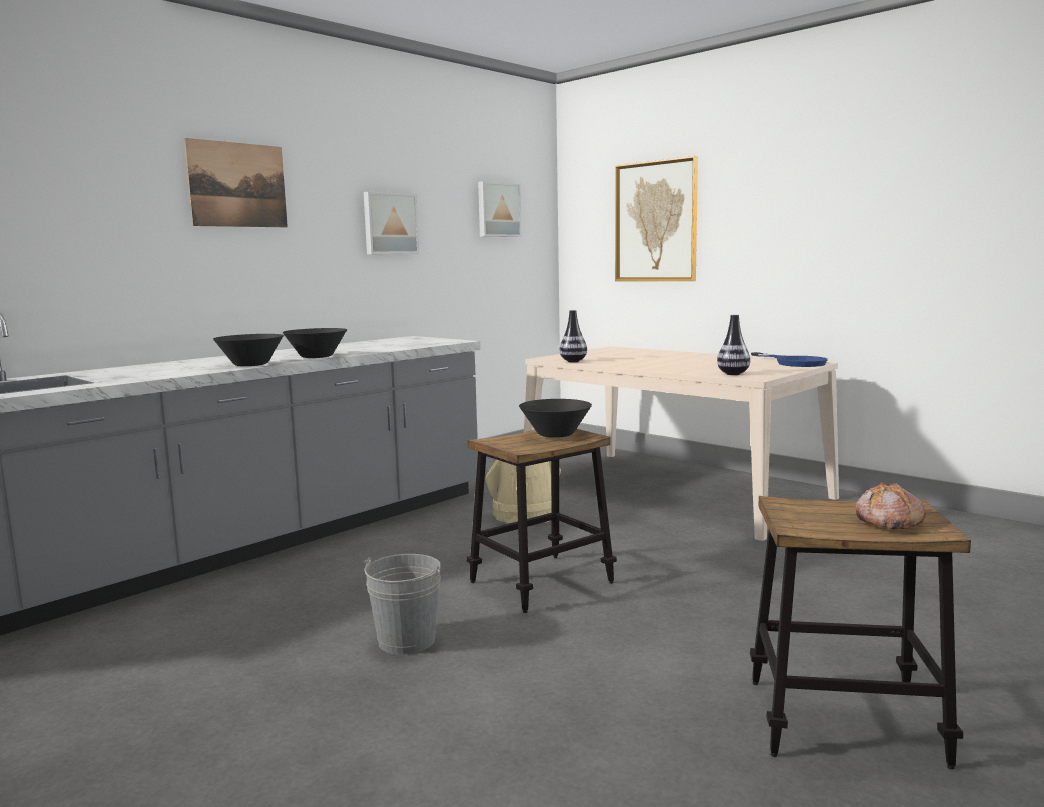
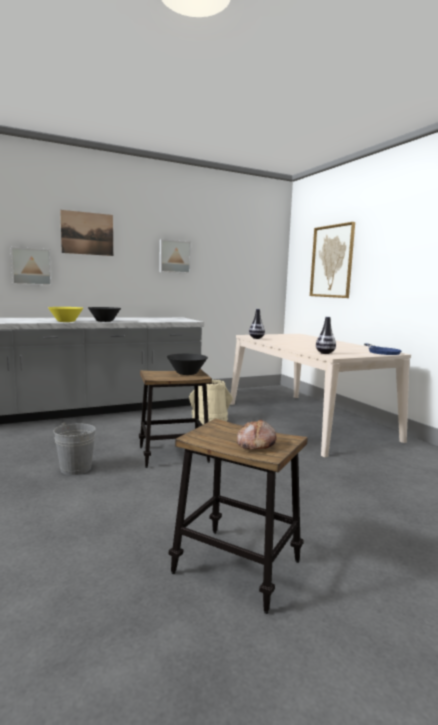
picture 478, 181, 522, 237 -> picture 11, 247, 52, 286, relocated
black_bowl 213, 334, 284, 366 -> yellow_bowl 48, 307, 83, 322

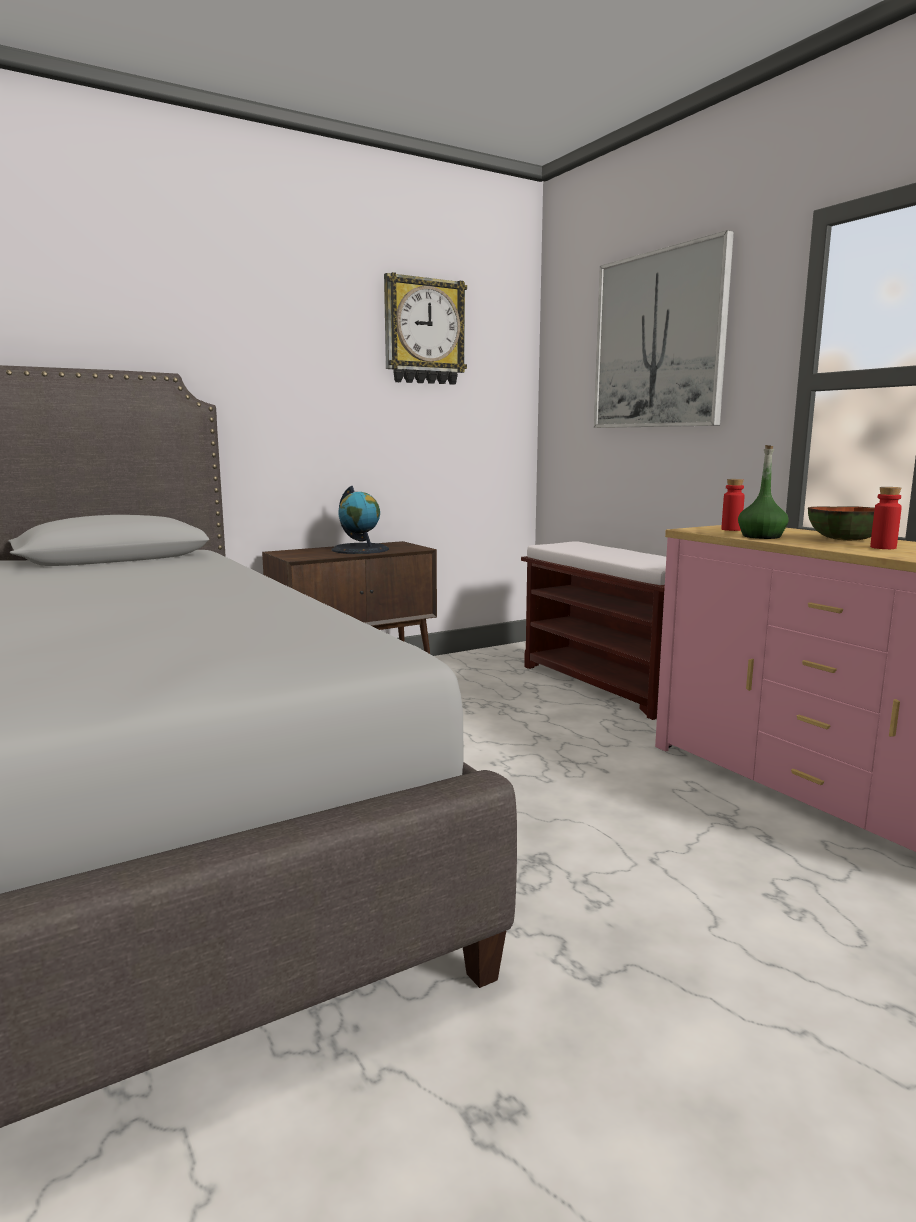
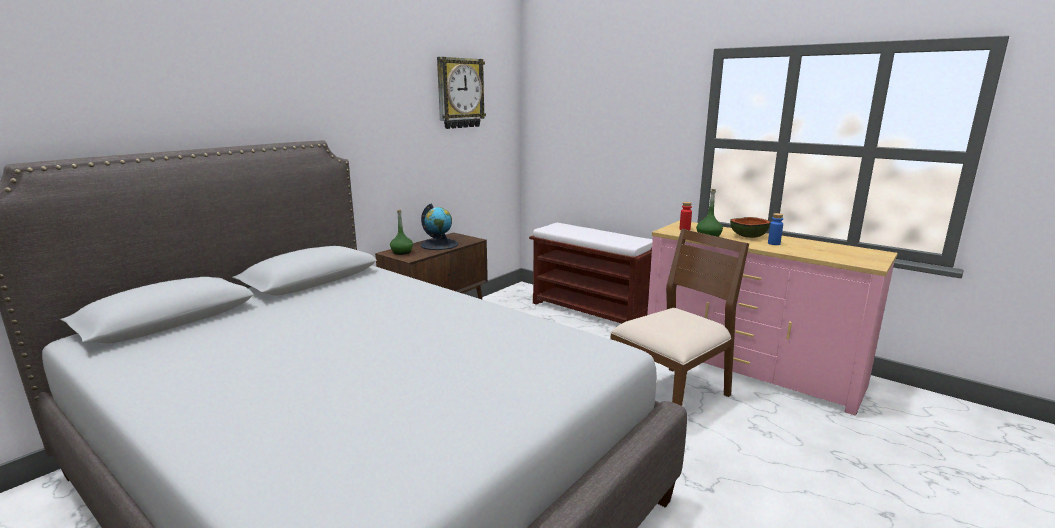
picture 594, 230, 734, 428 -> none
red_bottle 870, 487, 902, 549 -> blue_bottle 768, 213, 783, 245
none -> green_bottle 390, 209, 413, 255
none -> brown_chair 610, 228, 749, 406

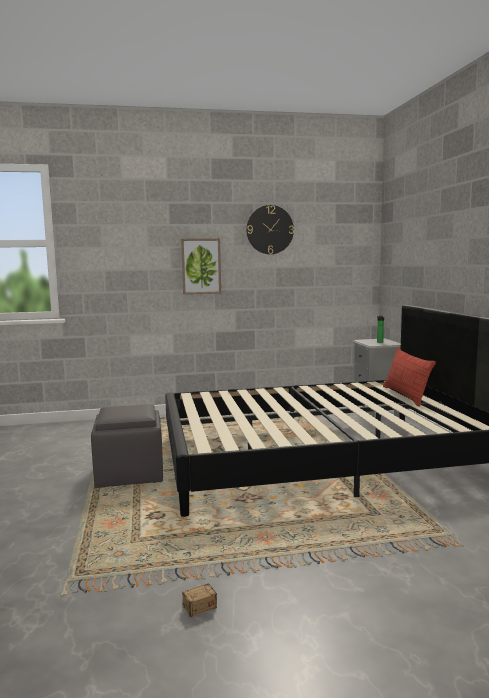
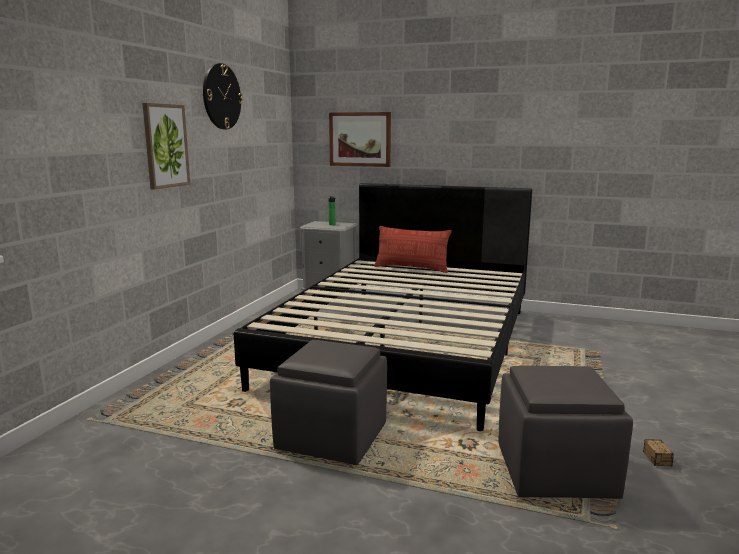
none -> picture 329, 112, 391, 167
none -> grey_ottoman 499, 366, 633, 499

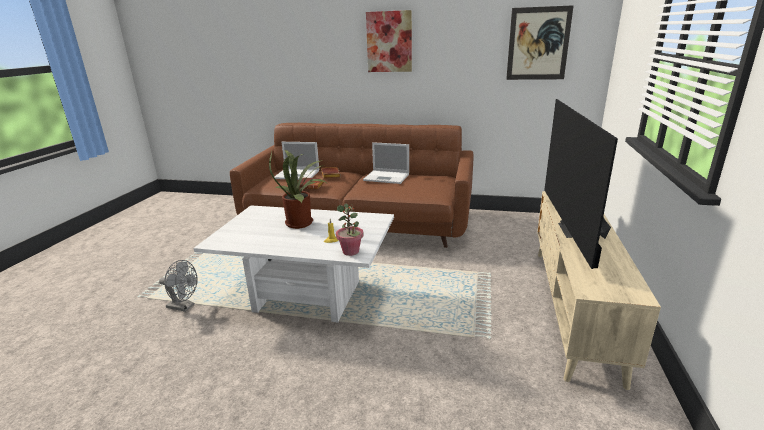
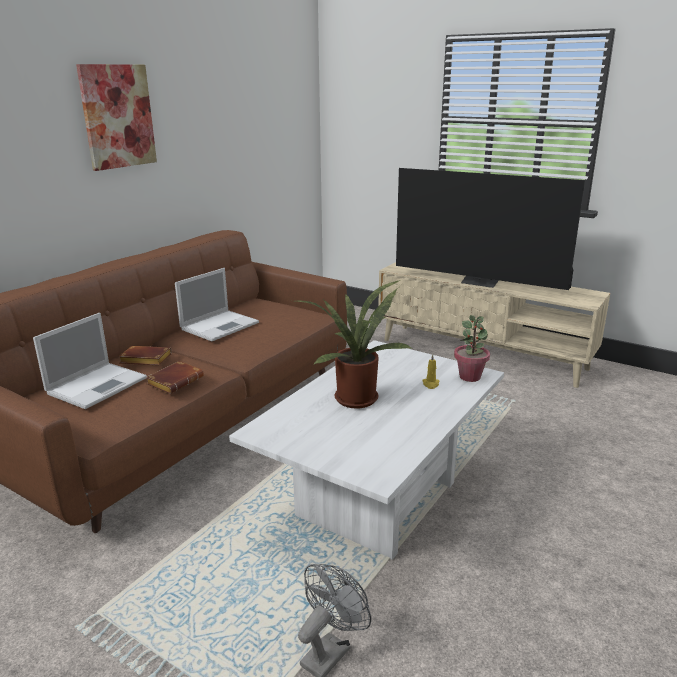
picture 506, 5, 574, 80 -> none

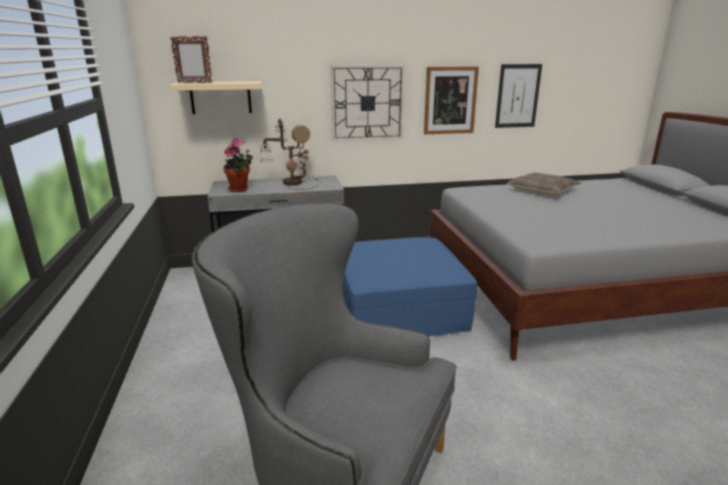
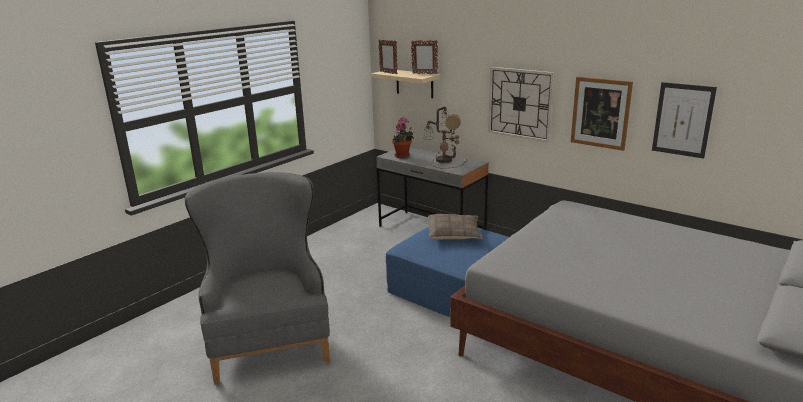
pillow 507, 173, 581, 196 -> pillow 428, 214, 483, 240, relocated
none -> picture_frame 411, 40, 438, 74

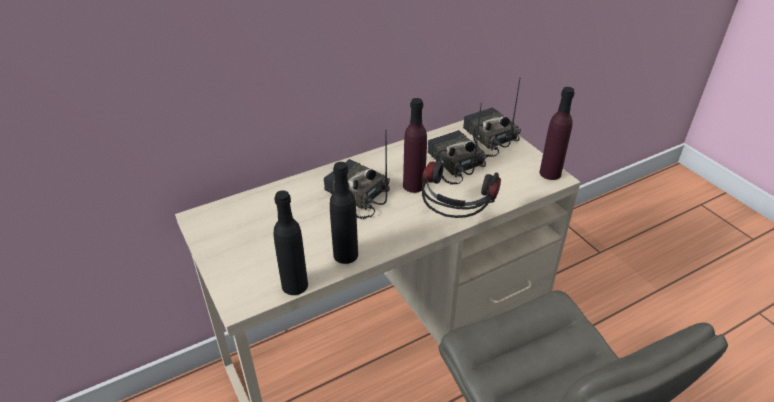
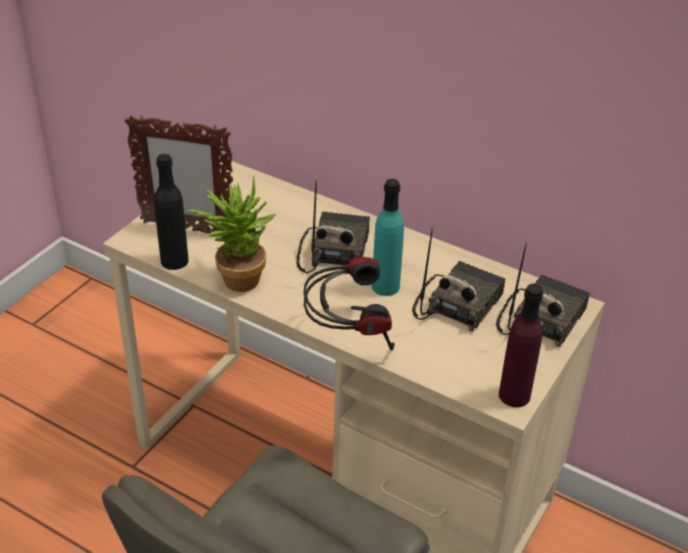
purple_bottle 403, 98, 427, 193 -> turquoise_bottle 372, 179, 404, 296
black_bottle 330, 162, 358, 264 -> potted_plant 188, 177, 276, 292
none -> picture_frame 125, 115, 233, 233

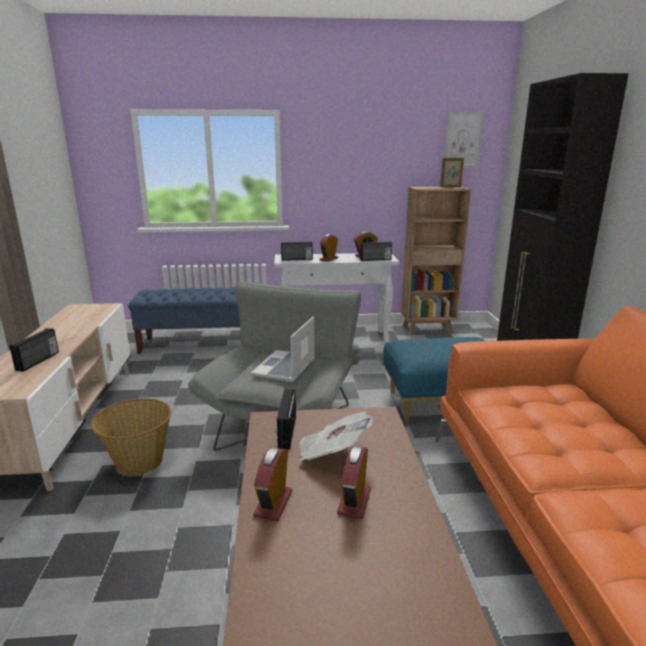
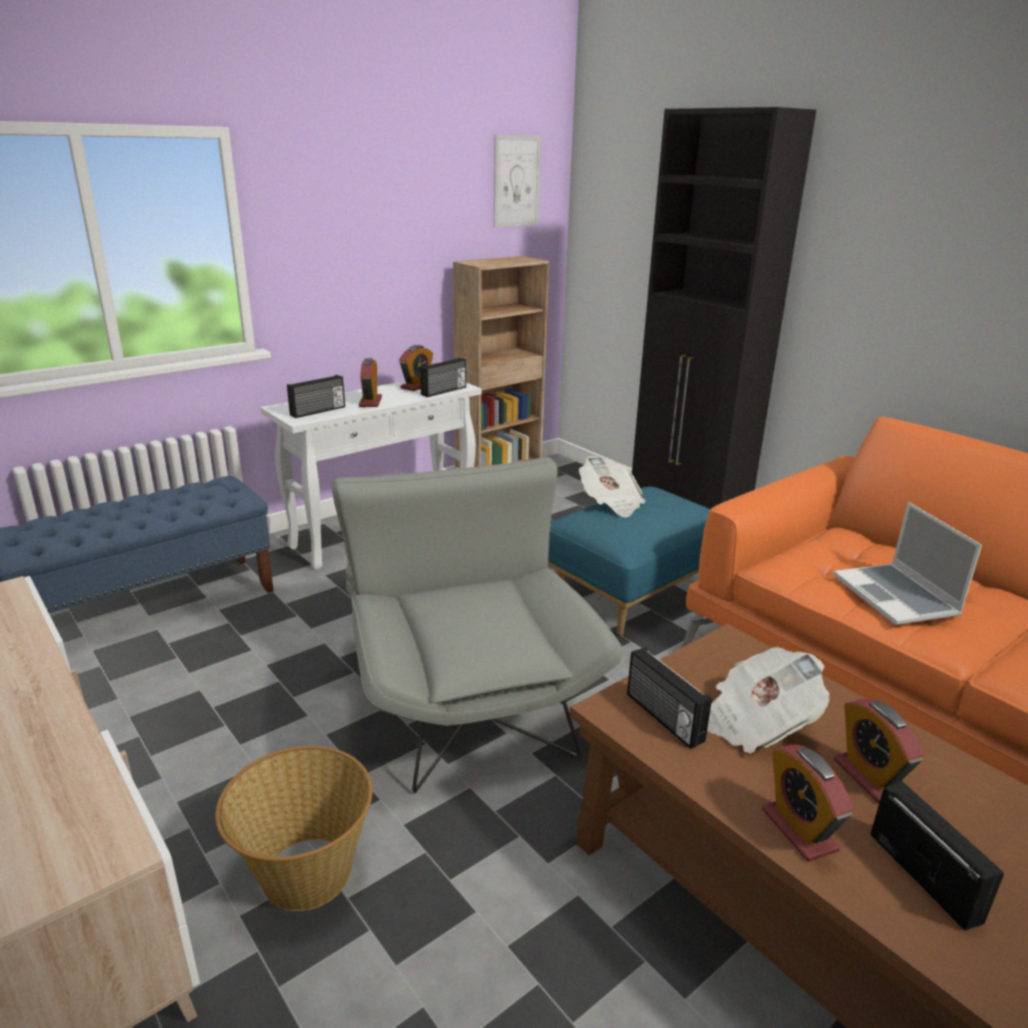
picture_frame 440, 158, 464, 187 -> none
laptop 251, 316, 315, 382 -> laptop 834, 502, 982, 625, relocated
radio 10, 328, 59, 372 -> radio 871, 781, 1004, 931, relocated
none -> newspaper 579, 456, 646, 518

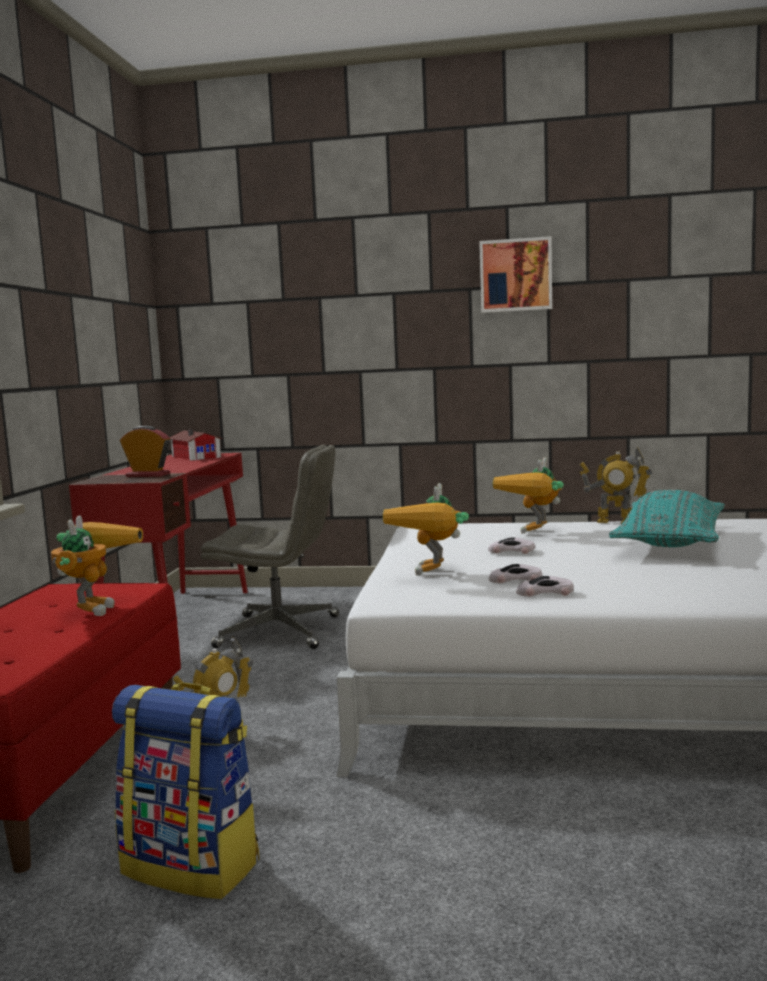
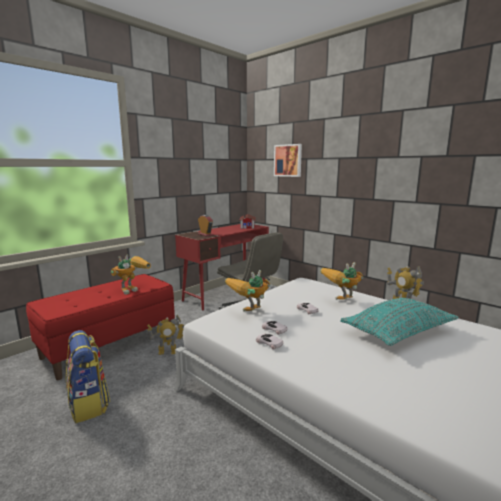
picture 479, 236, 552, 313 -> picture 274, 144, 302, 177, relocated

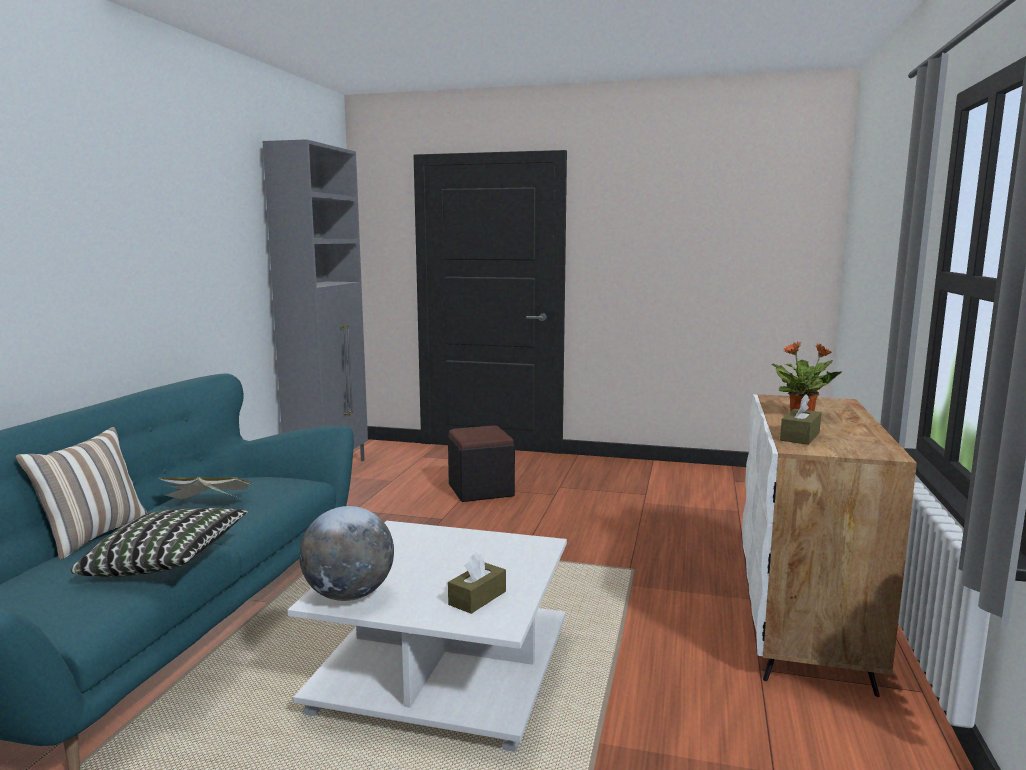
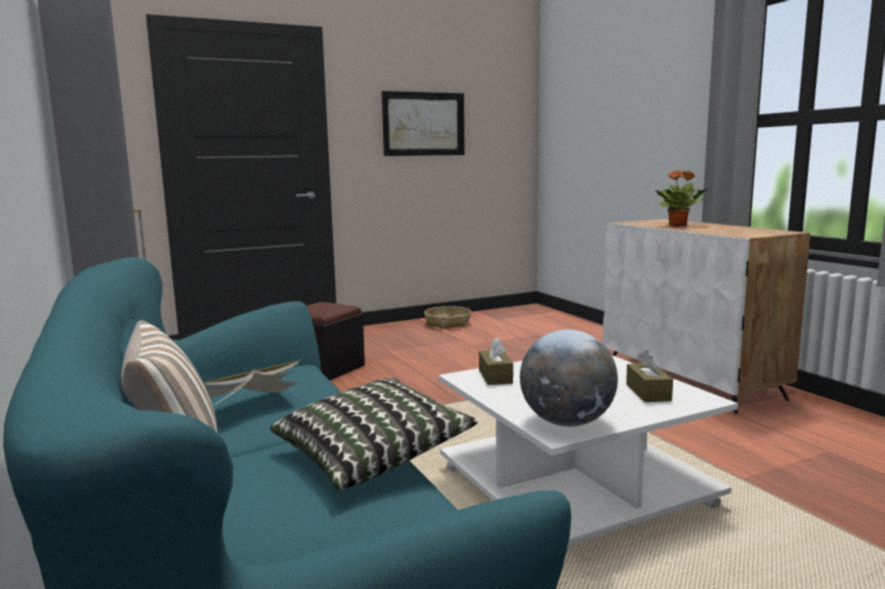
brown_tissue_box 780, 394, 821, 445 -> brown_tissue_box 479, 337, 513, 385, relocated
none -> picture 382, 91, 465, 156
none -> basket 424, 306, 471, 329

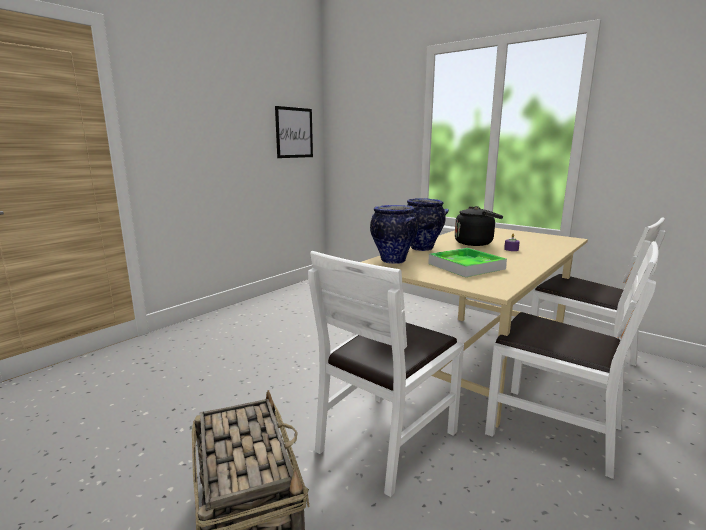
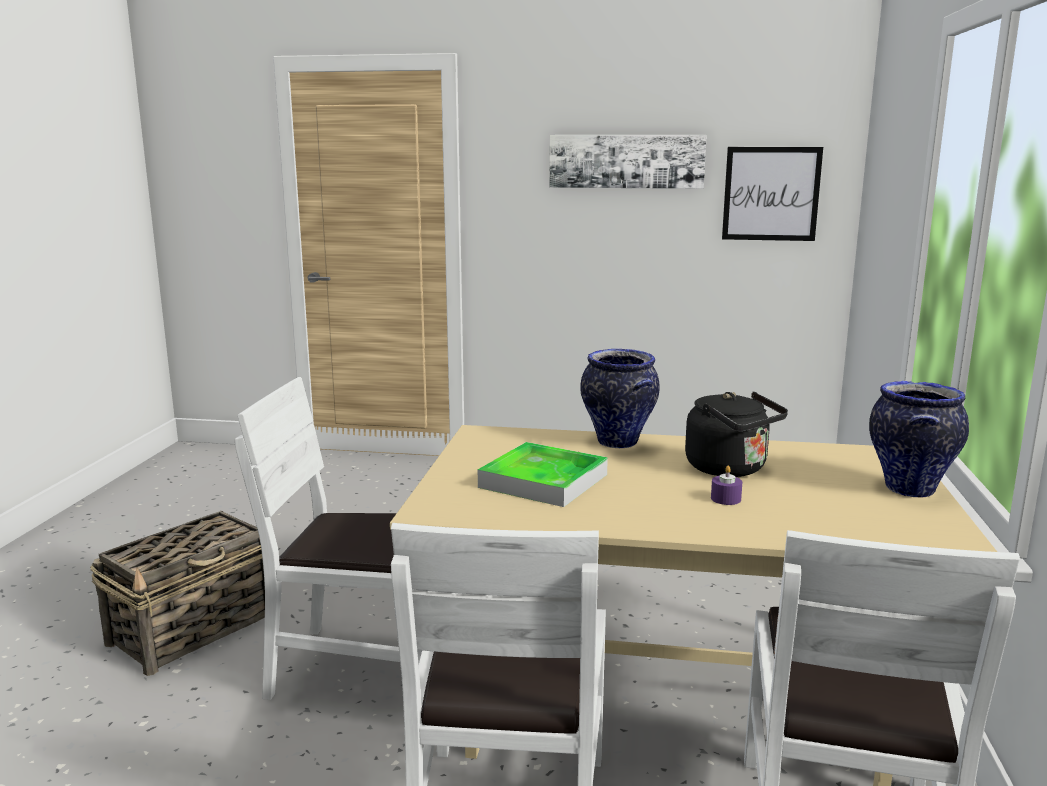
vase 370, 205, 418, 264 -> vase 869, 381, 969, 498, relocated
none -> picture 549, 135, 707, 189

